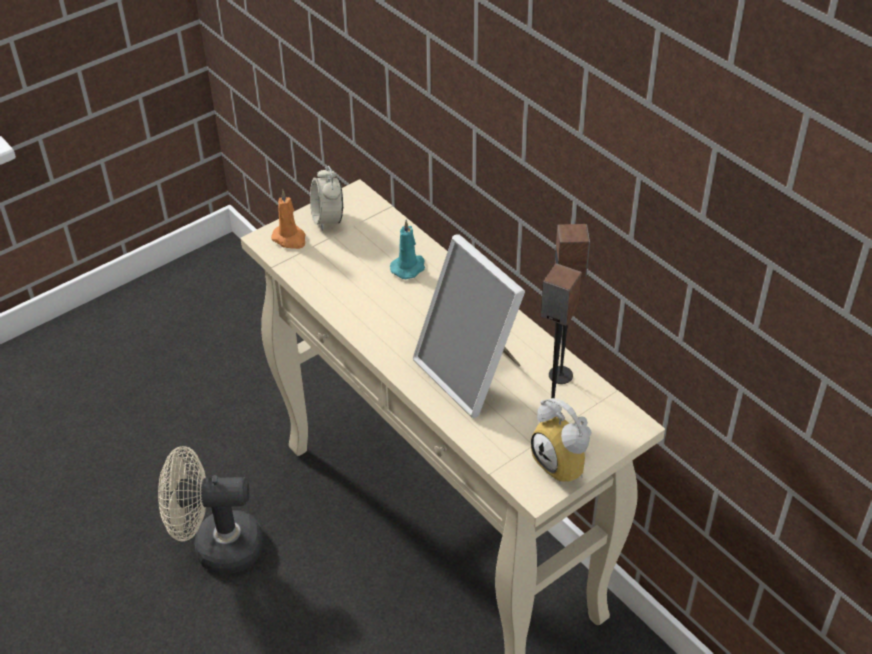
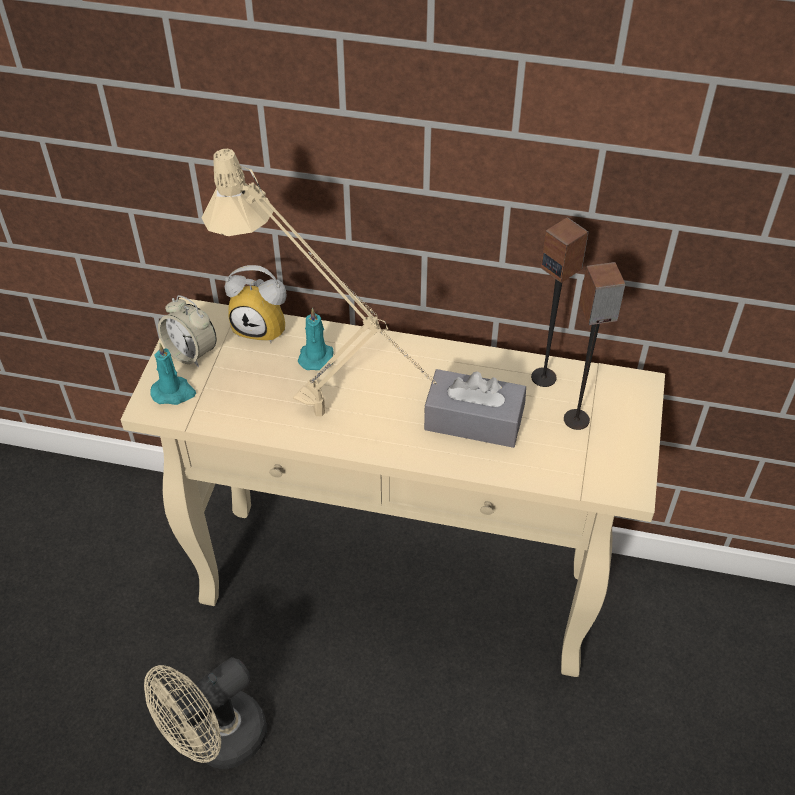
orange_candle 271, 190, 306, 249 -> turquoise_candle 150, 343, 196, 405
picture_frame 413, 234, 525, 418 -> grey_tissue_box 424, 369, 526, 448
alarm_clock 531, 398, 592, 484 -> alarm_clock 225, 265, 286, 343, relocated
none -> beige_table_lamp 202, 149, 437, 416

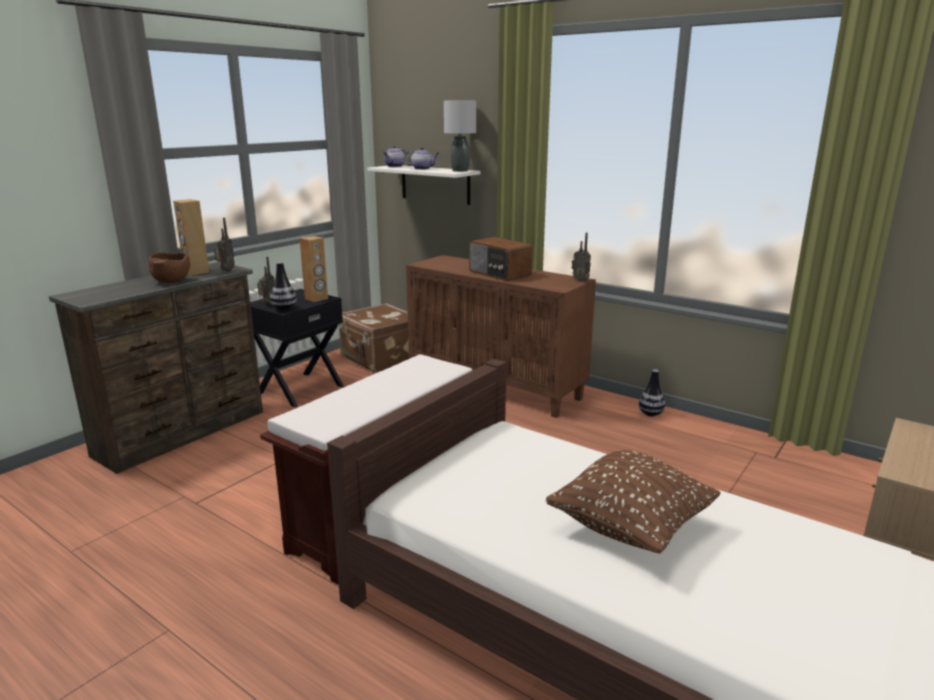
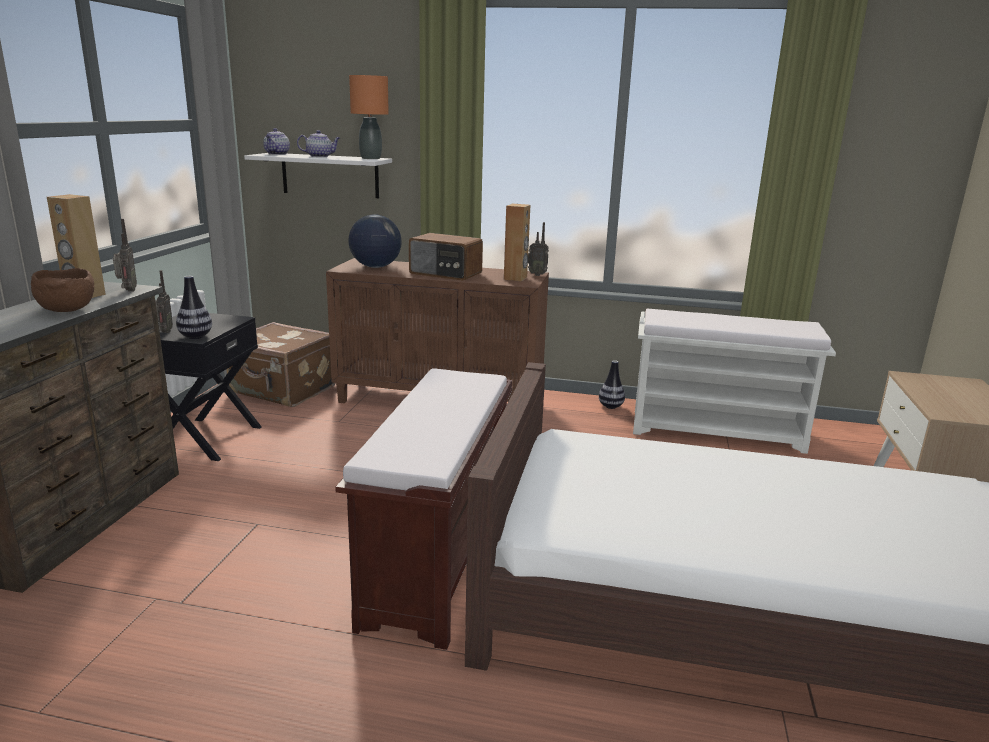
grey_table_lamp 444, 101, 476, 172 -> orange_table_lamp 349, 75, 389, 159
brown_speaker 300, 236, 328, 302 -> brown_speaker 504, 204, 530, 281, relocated
brown_pillow 545, 450, 721, 553 -> none
none -> globe 348, 214, 402, 268
none -> white_bench 633, 309, 836, 454

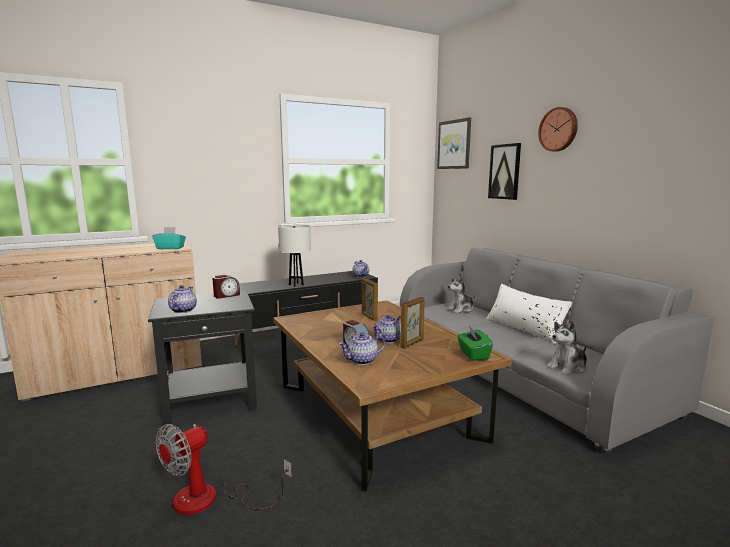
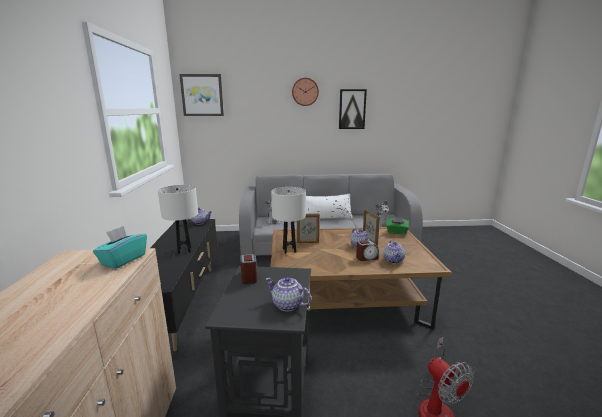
picture 488, 143, 521, 200 -> picture 339, 89, 367, 129, relocated
none -> white_table_lamp 271, 187, 306, 254

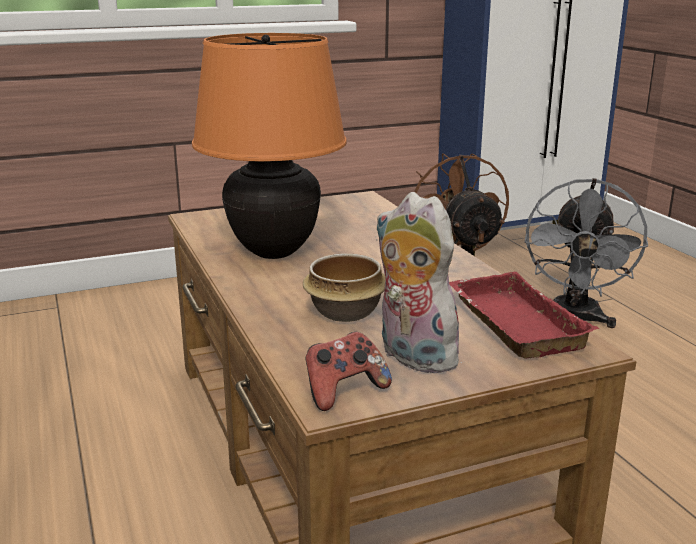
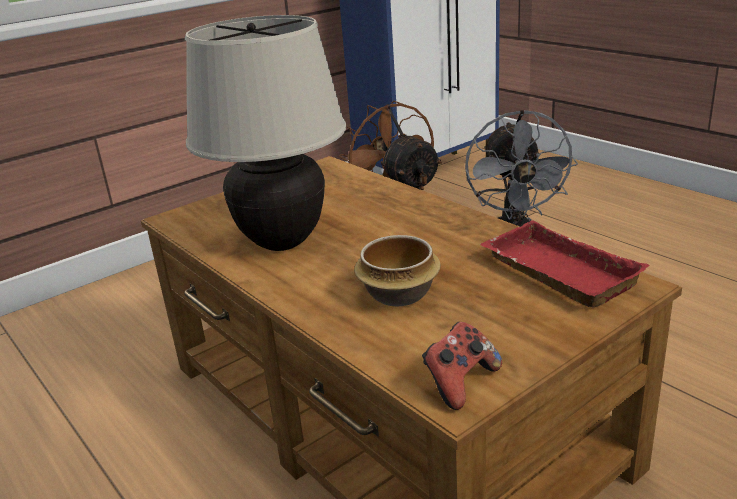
orange_table_lamp 192, 33, 347, 259 -> beige_table_lamp 185, 15, 346, 251
plush_toy 375, 192, 469, 374 -> none

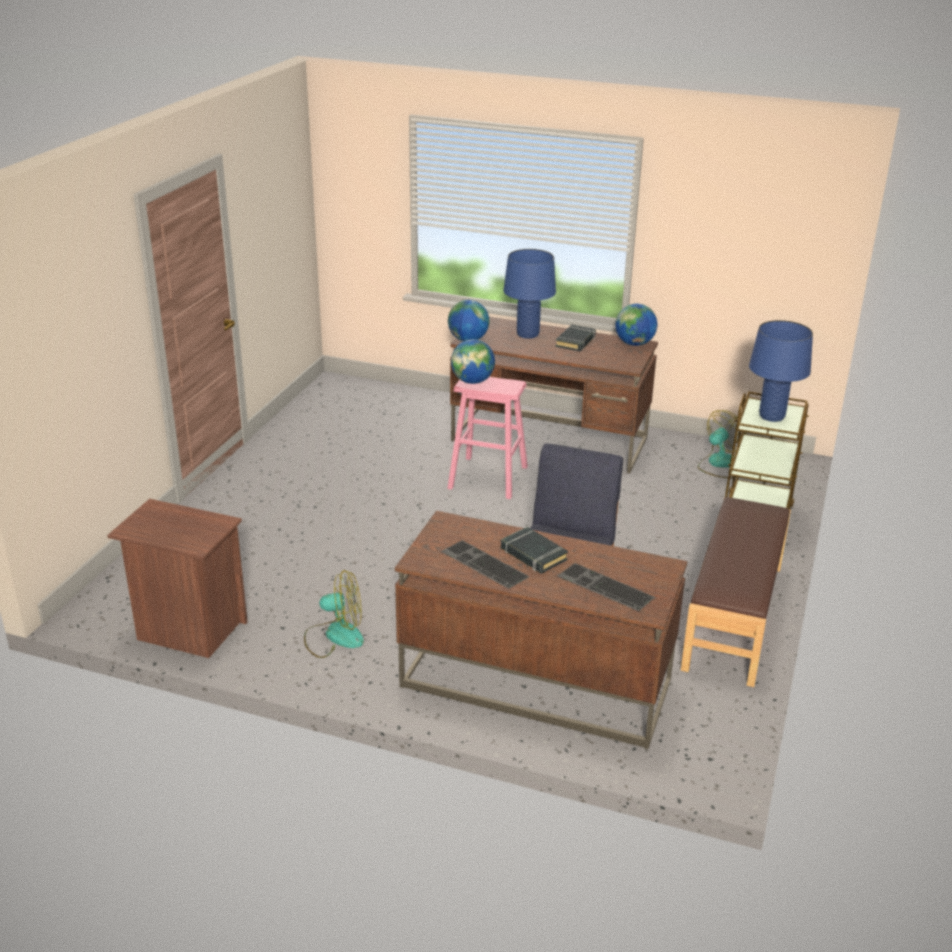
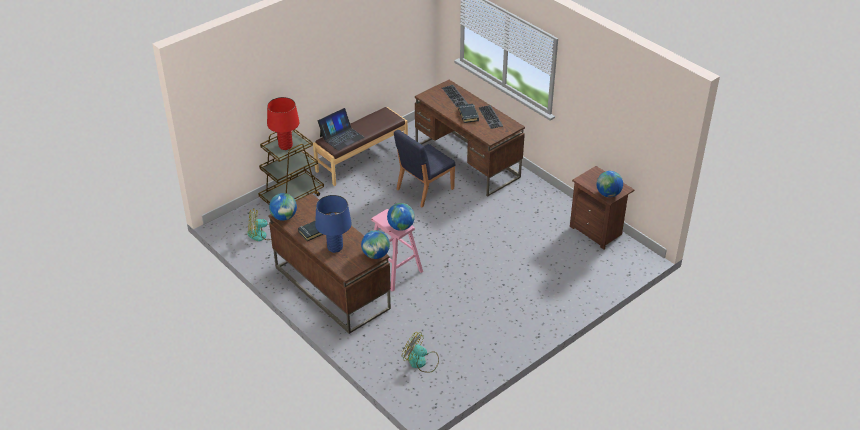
blue_table_lamp 749, 320, 813, 422 -> red_table_lamp 267, 97, 299, 150
fan 304, 570, 364, 658 -> fan 402, 332, 439, 373, relocated
none -> laptop 318, 108, 365, 151
none -> globe 596, 171, 623, 197

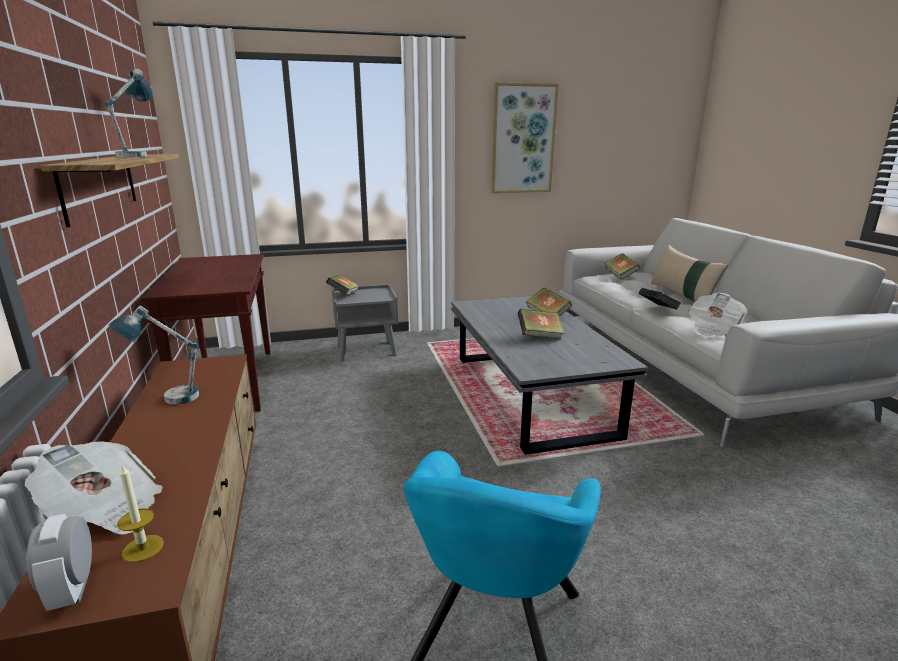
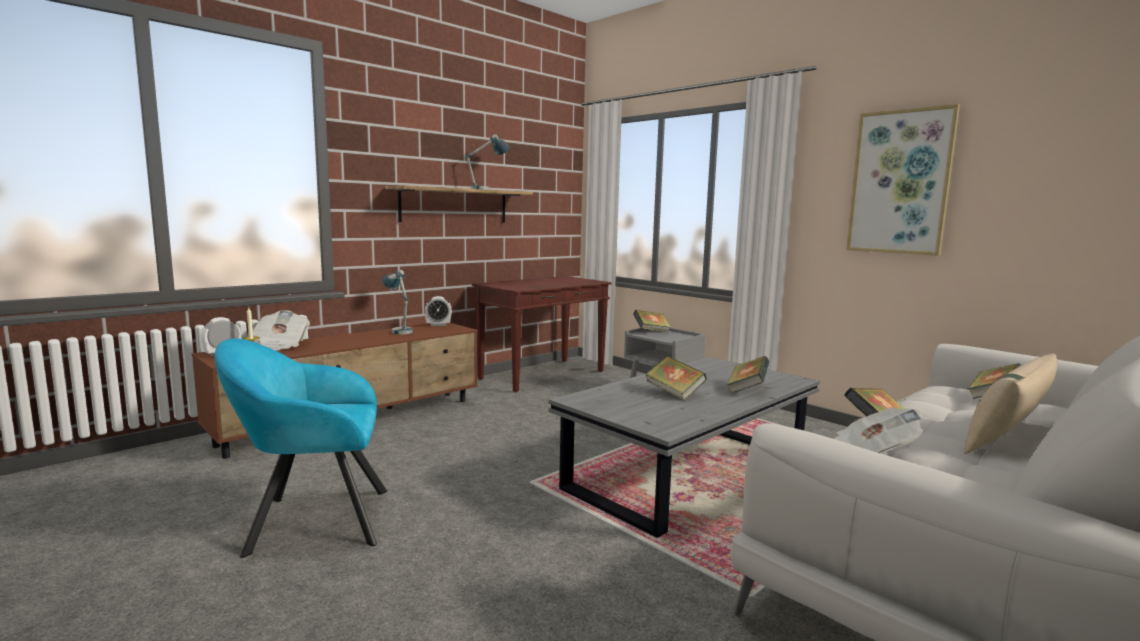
none -> alarm_clock 425, 296, 452, 326

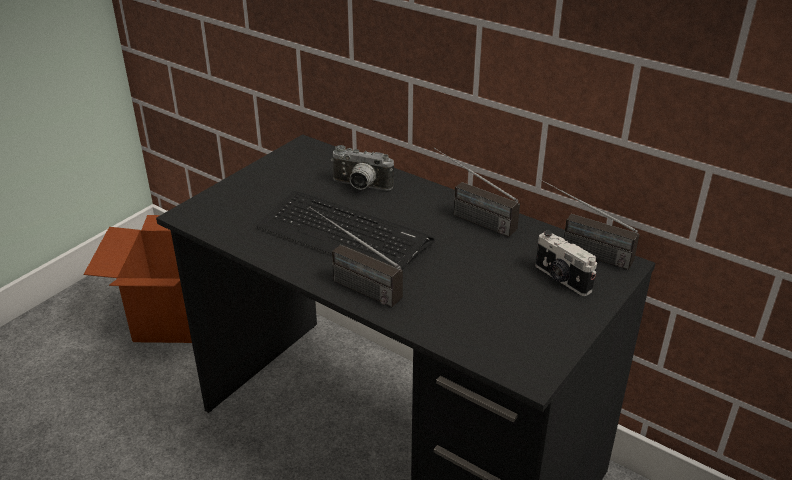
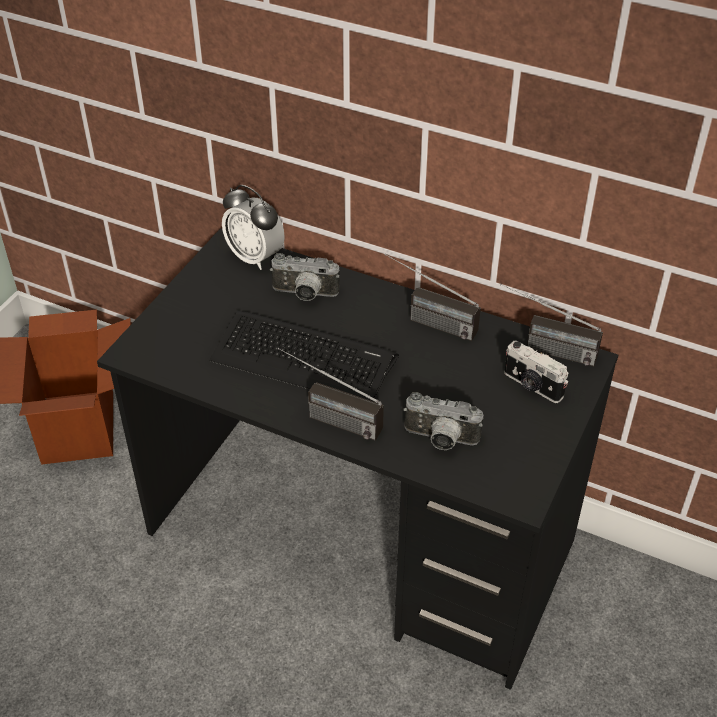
none -> alarm_clock 222, 185, 285, 270
none -> photo_camera 403, 392, 483, 450

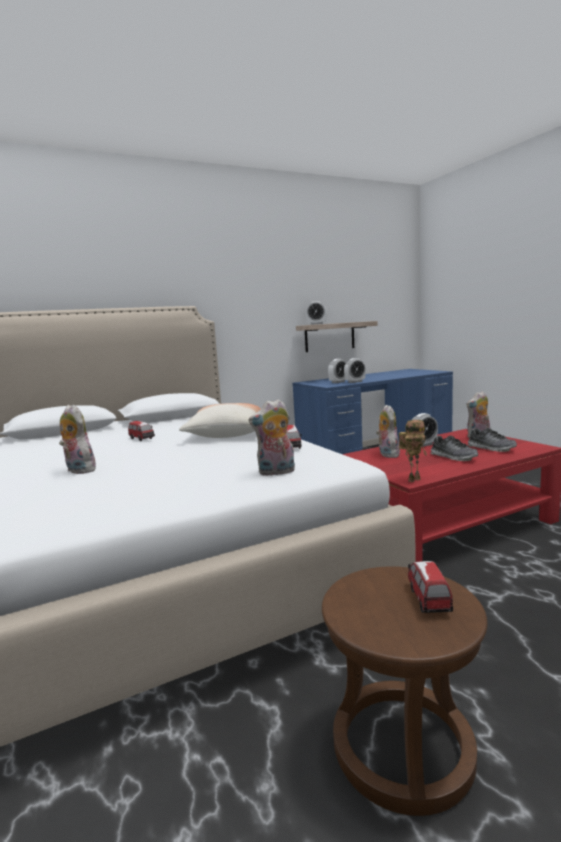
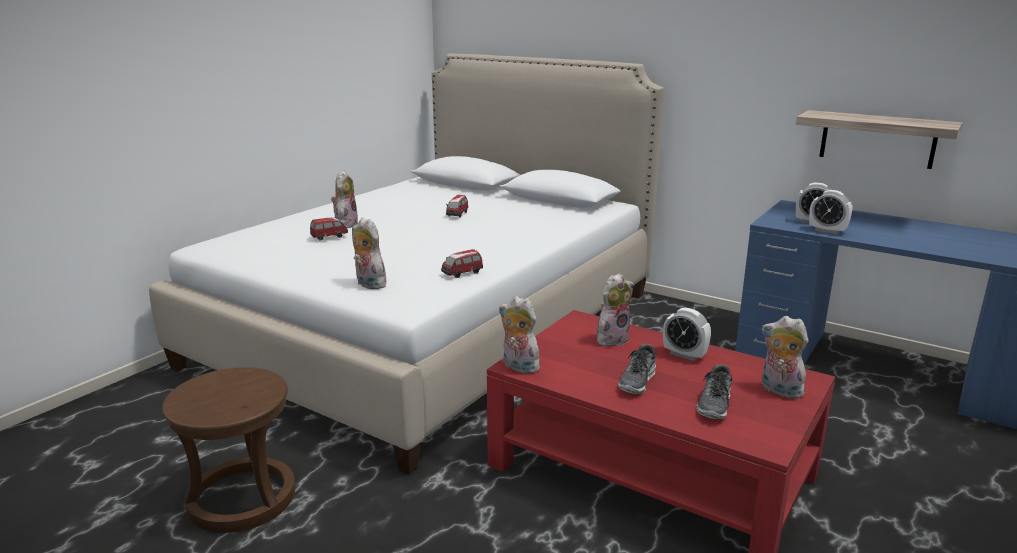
alarm_clock 306, 301, 327, 325 -> none
pillow 179, 403, 261, 438 -> none
toy_robot 399, 420, 427, 482 -> plush_toy 499, 296, 542, 374
toy_car 408, 561, 453, 613 -> toy_car 310, 218, 348, 241, relocated

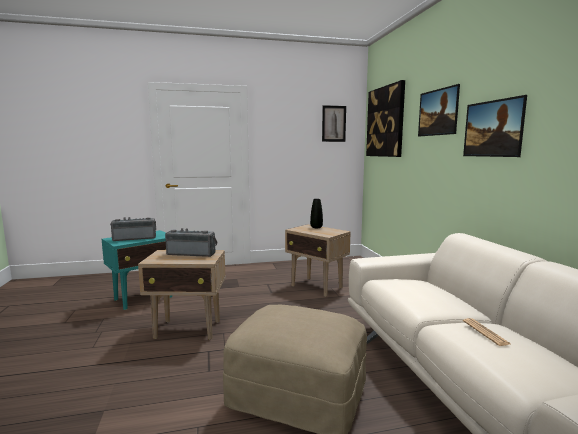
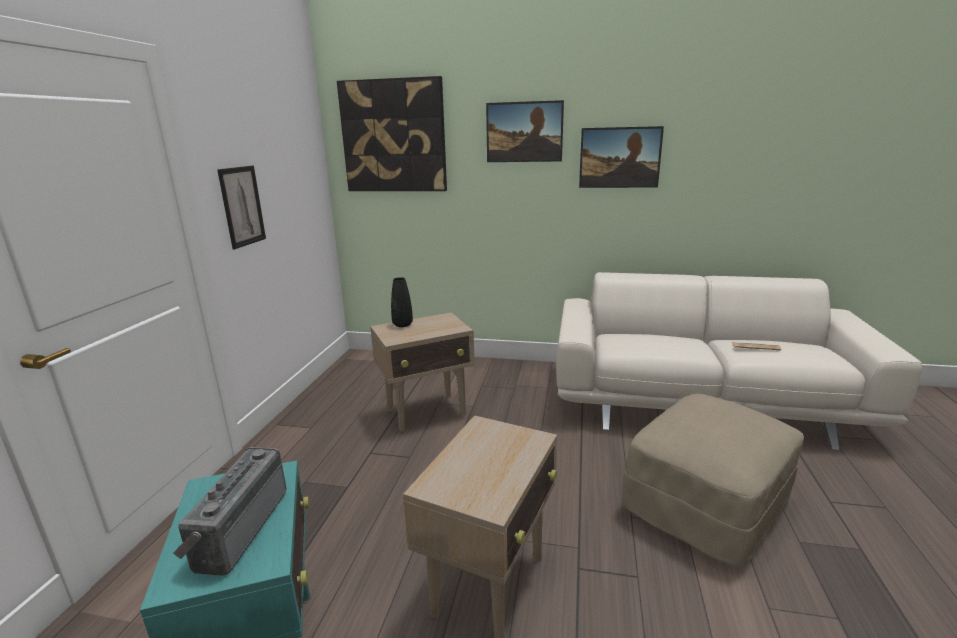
picture 322, 105, 346, 142 -> picture 217, 166, 266, 249, relocated
radio 165, 228, 217, 257 -> none

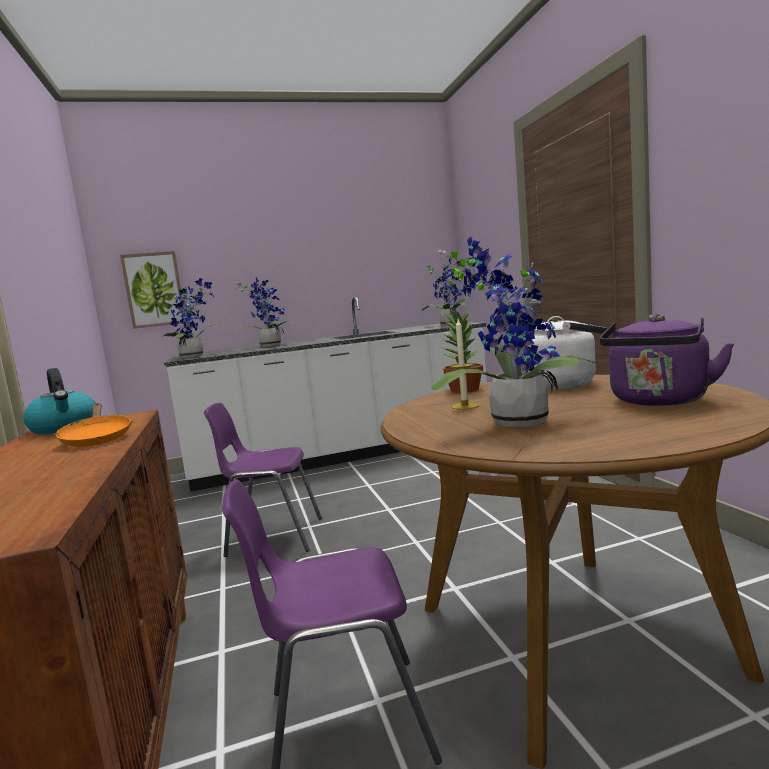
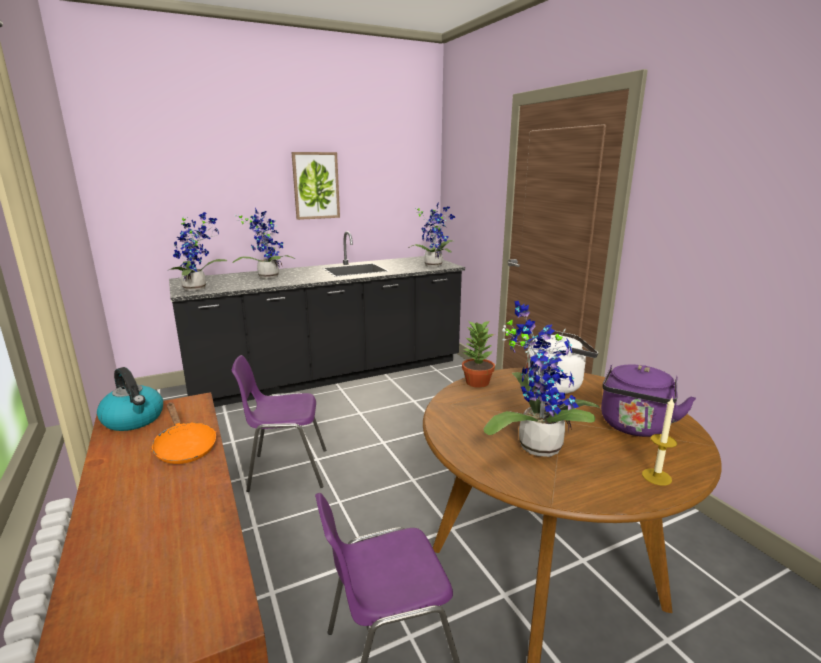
picture 120, 251, 185, 329 -> picture 291, 152, 340, 220, relocated
white_counter 164, 297, 487, 492 -> black_counter 169, 231, 465, 407
candle 450, 319, 479, 410 -> candle 642, 398, 677, 486, relocated

